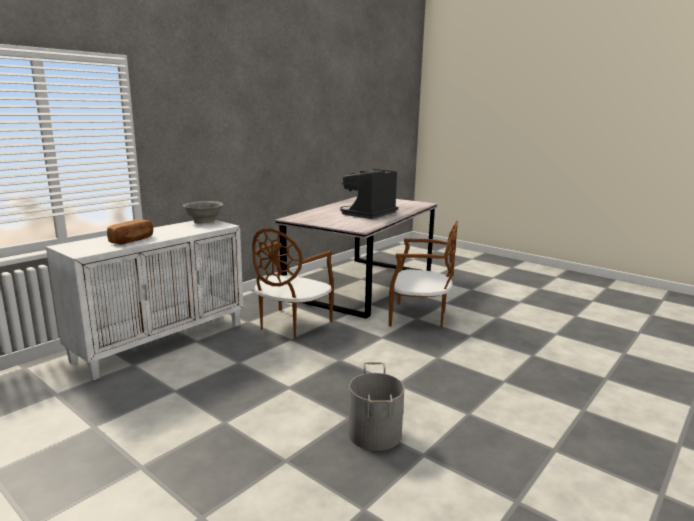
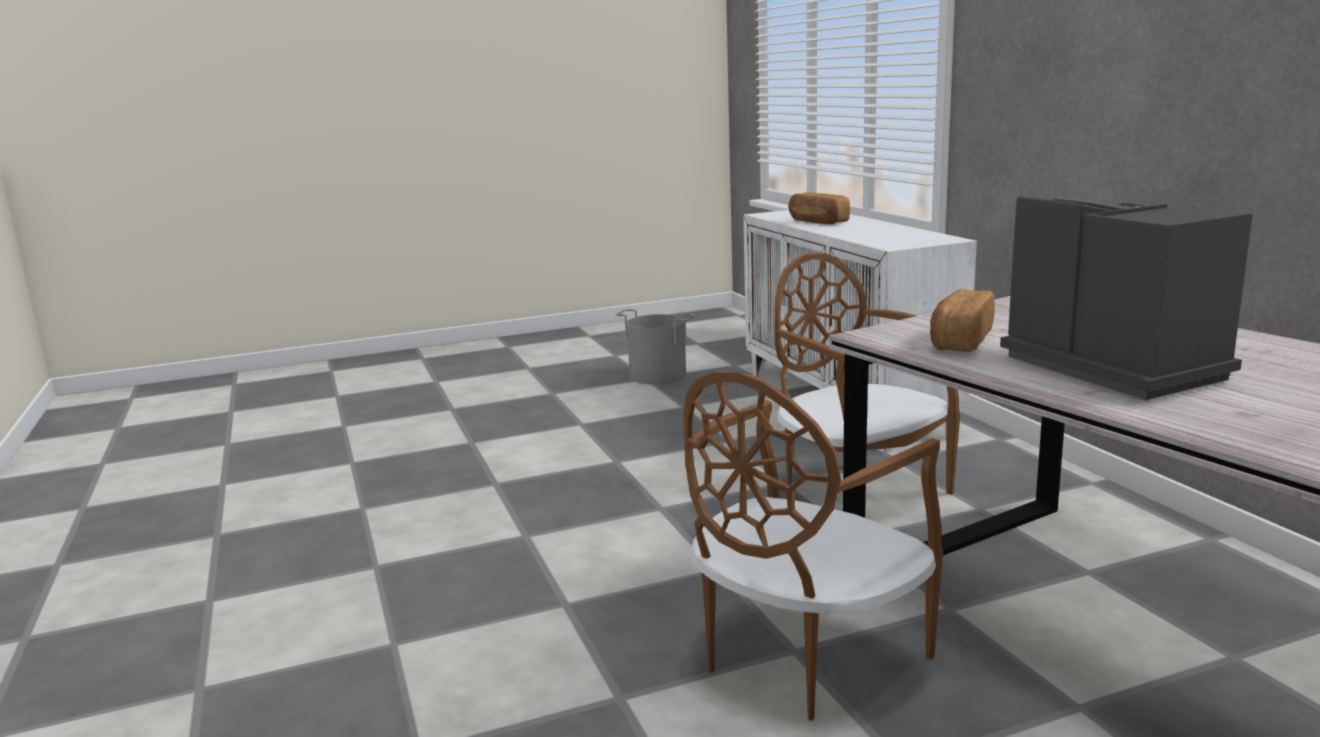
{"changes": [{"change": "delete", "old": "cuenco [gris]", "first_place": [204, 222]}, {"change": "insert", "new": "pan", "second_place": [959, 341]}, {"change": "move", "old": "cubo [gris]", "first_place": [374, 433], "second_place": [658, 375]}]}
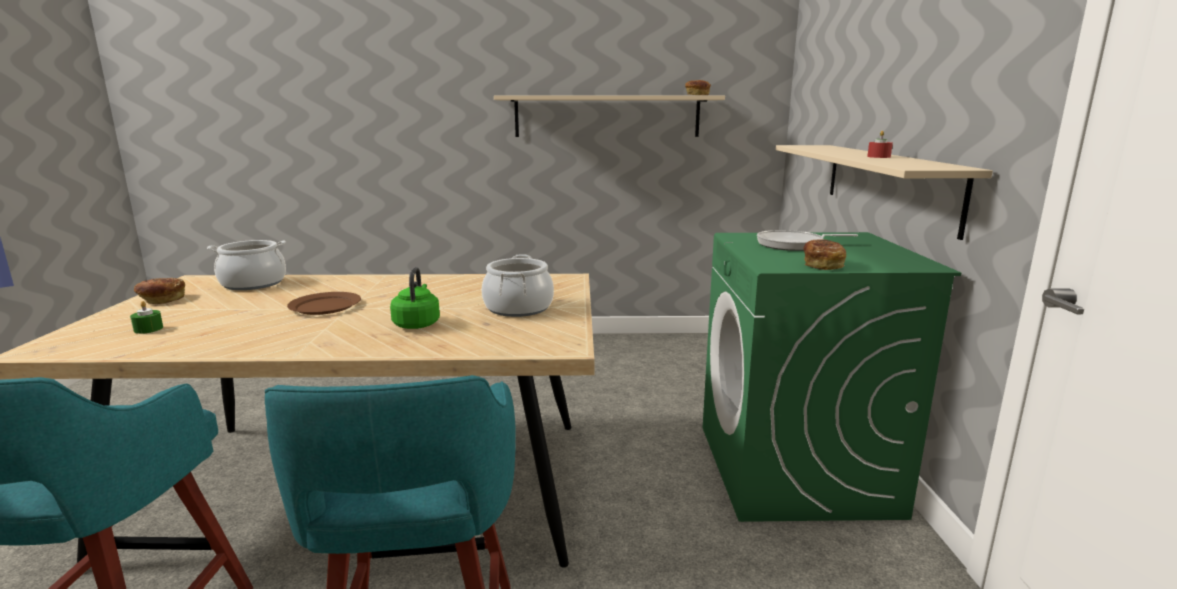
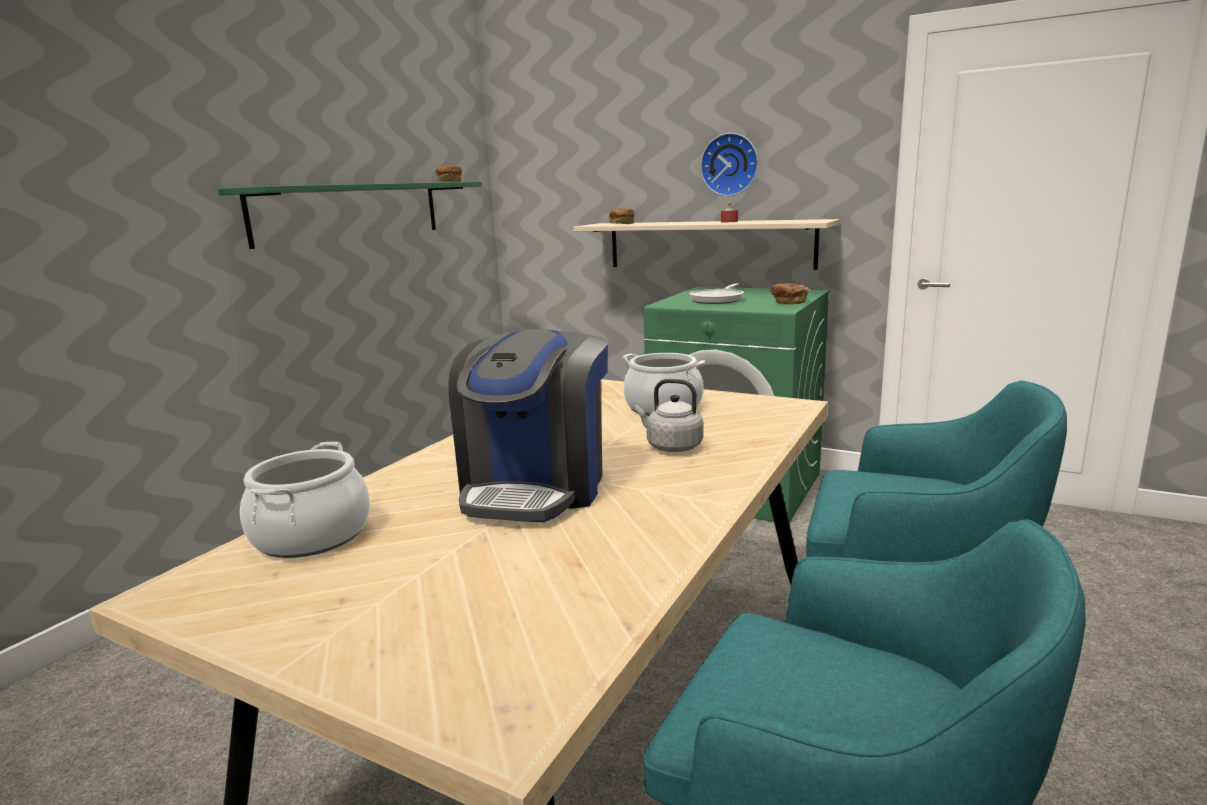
{"changes": [{"change": "delete", "old": "vela [verde]", "first_place": [148, 329]}, {"change": "insert", "new": "reloj de pared", "second_place": [730, 164]}, {"change": "move", "old": "pan", "first_place": [162, 300], "second_place": [622, 224]}, {"change": "replace", "old": "plato [marrón]", "new": "cafetera", "first_place": [325, 306], "second_place": [536, 486]}, {"change": "recolor", "old": "hervidor [verde]", "new": "hervidor [gris]", "first_place": [417, 324], "second_place": [671, 446]}, {"change": "recolor", "old": "estante [beis]", "new": "estante [verde]", "first_place": [607, 116], "second_place": [351, 212]}]}
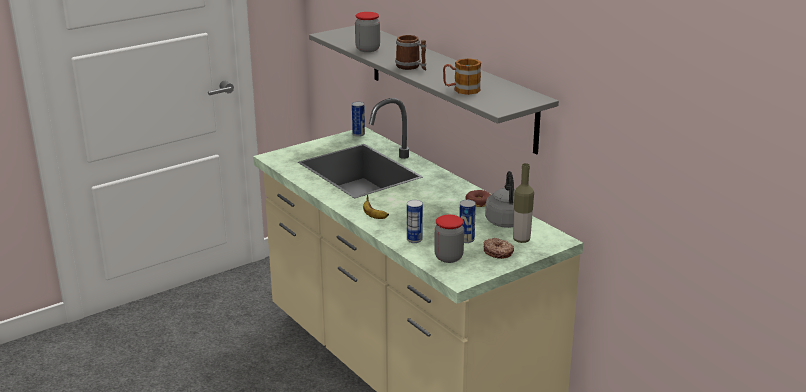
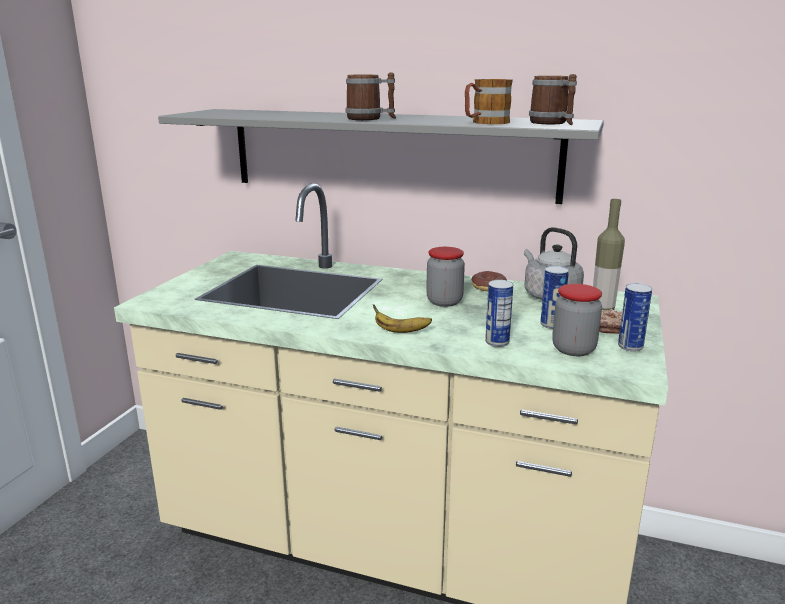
{"changes": [{"change": "insert", "new": "taza grande", "second_place": [552, 123]}, {"change": "move", "old": "lata", "first_place": [358, 134], "second_place": [630, 347]}, {"change": "move", "old": "tarro", "first_place": [367, 49], "second_place": [444, 301]}]}
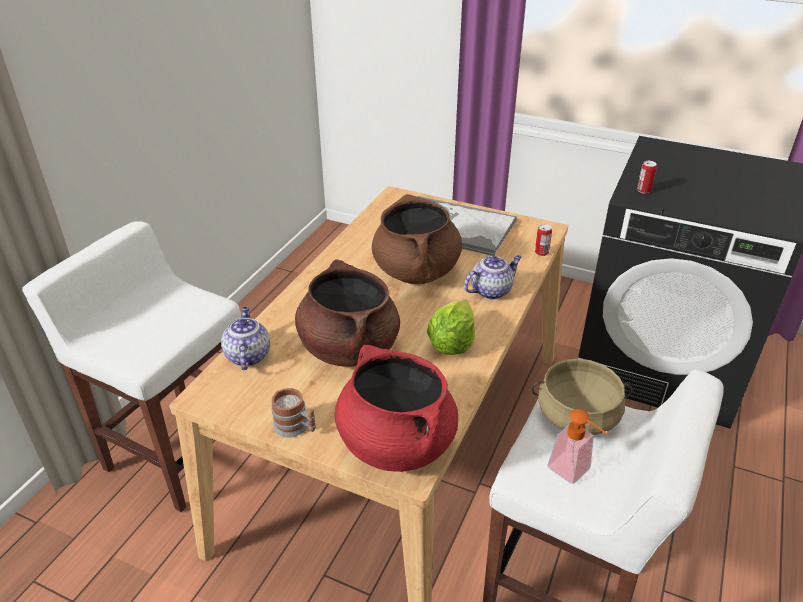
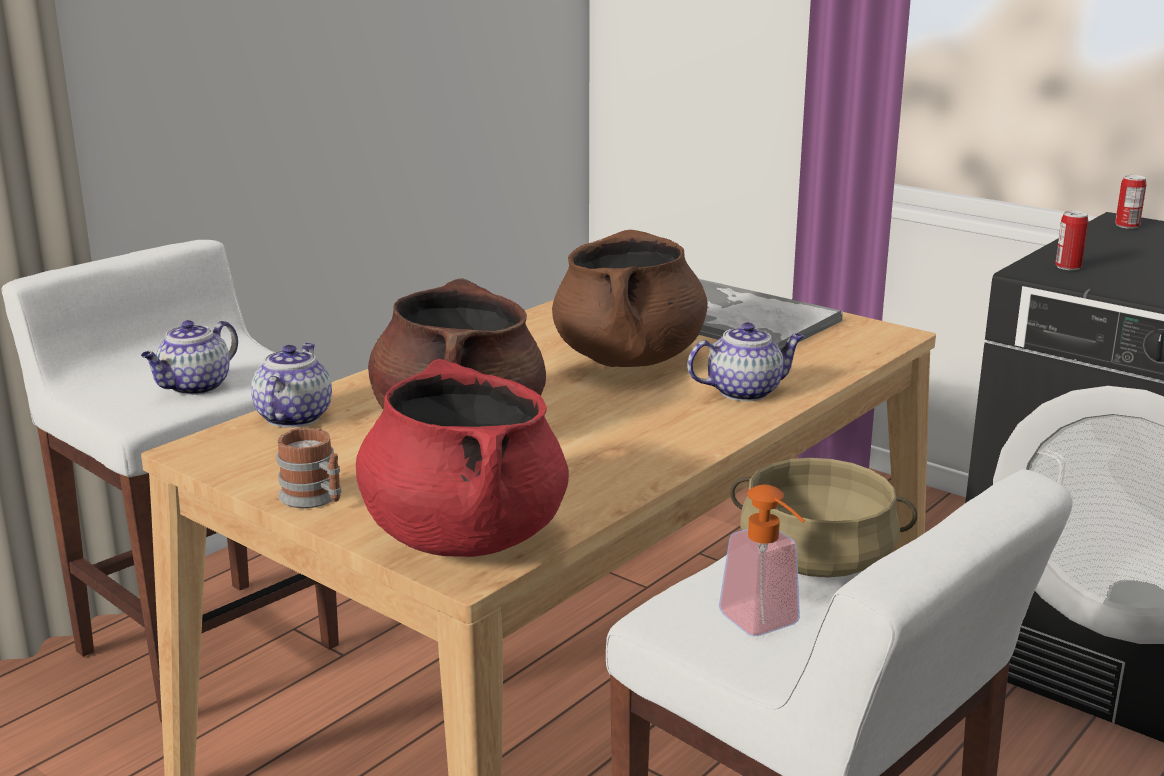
{"changes": [{"change": "delete", "old": "lechuga", "first_place": [451, 343]}, {"change": "insert", "new": "tetera", "second_place": [195, 387]}, {"change": "move", "old": "lata", "first_place": [541, 252], "second_place": [1127, 225]}]}
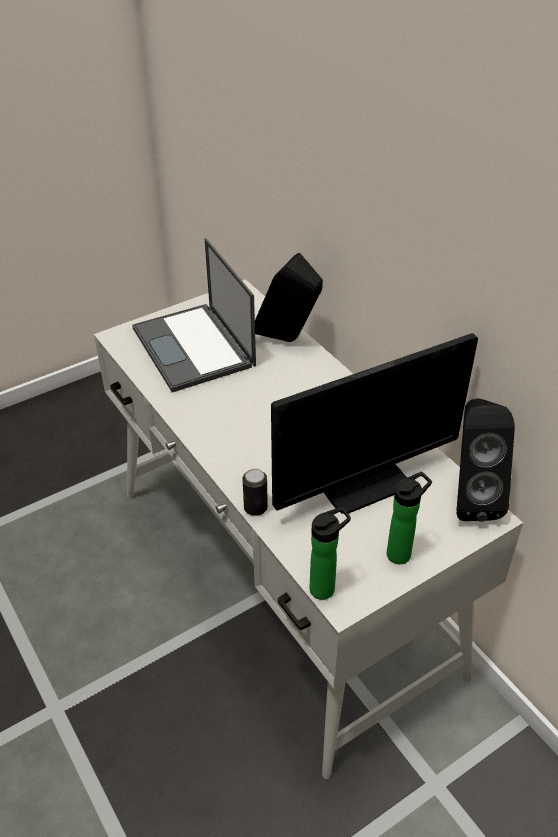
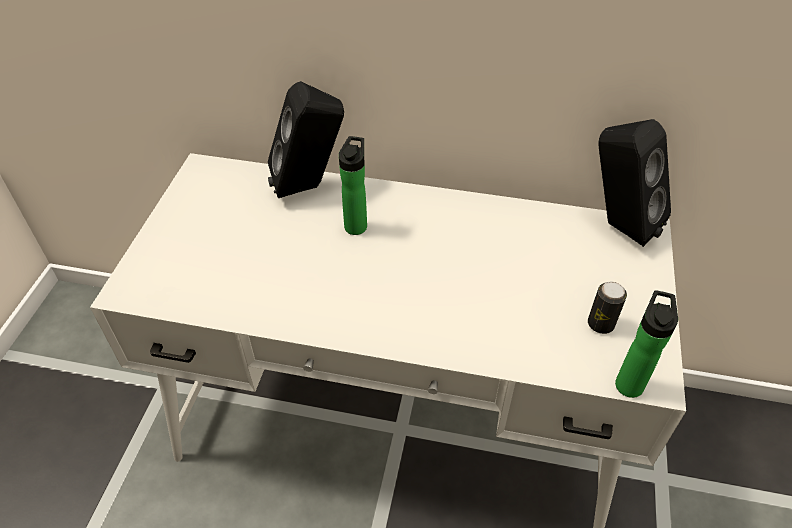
{"changes": [{"change": "delete", "old": "portátil", "first_place": [194, 348]}, {"change": "delete", "old": "monitor", "first_place": [363, 483]}, {"change": "move", "old": "lata", "first_place": [255, 508], "second_place": [600, 324]}, {"change": "move", "old": "botella", "first_place": [401, 553], "second_place": [356, 224]}]}
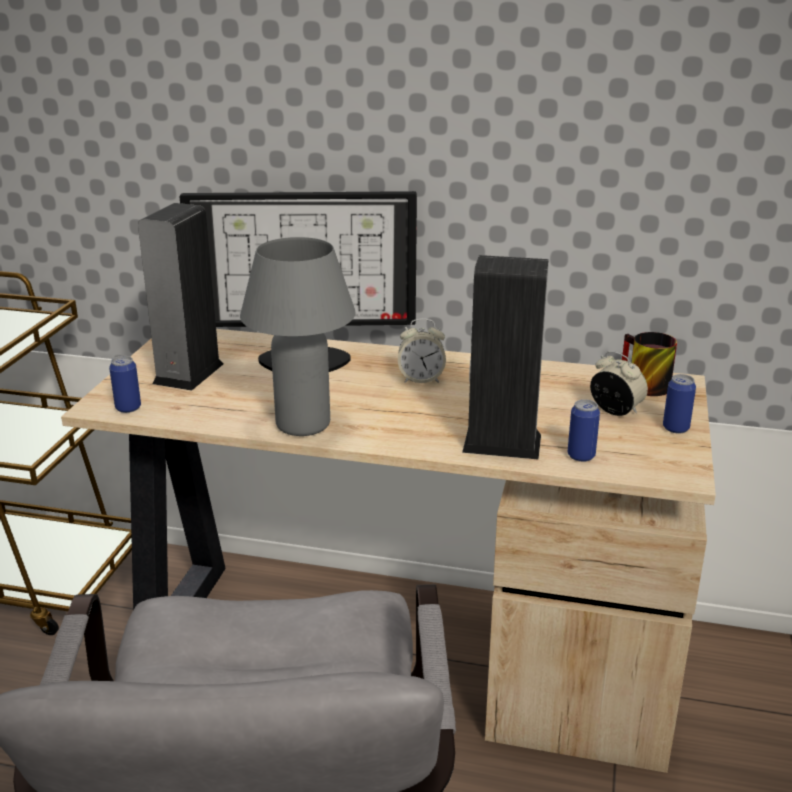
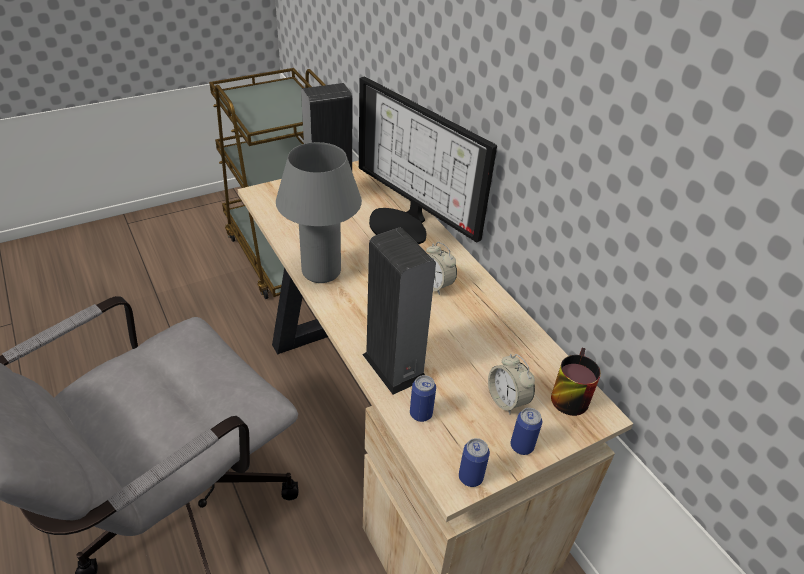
{"changes": [{"change": "move", "old": "lata", "first_place": [128, 408], "second_place": [470, 477]}, {"change": "rotate", "old": "despertador", "first_place": [615, 411], "second_place": [507, 400], "degrees": 150}]}
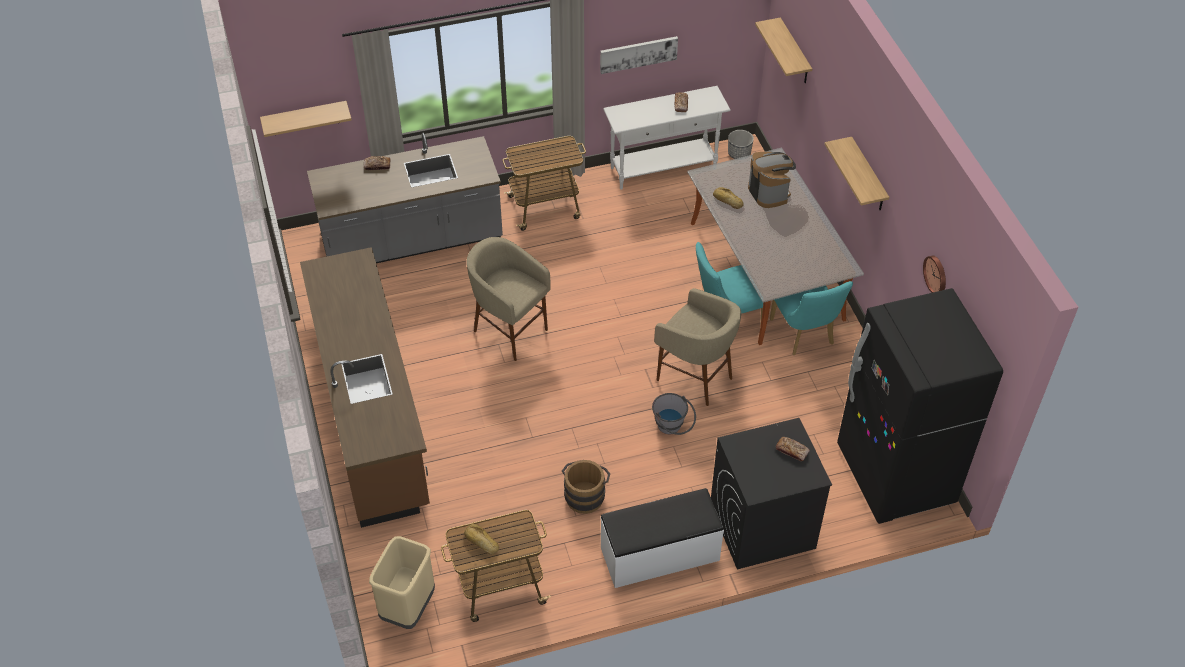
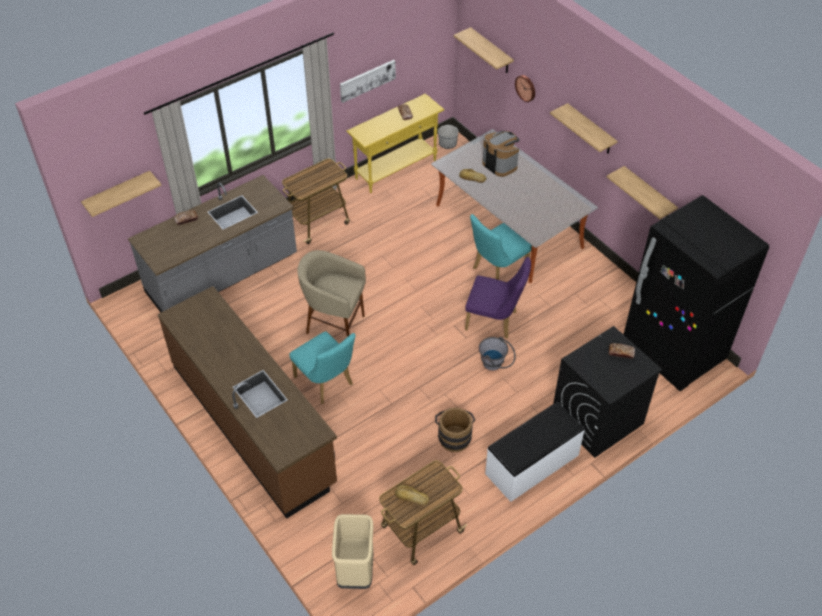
{"changes": [{"change": "insert", "new": "estante", "second_place": [648, 194]}, {"change": "move", "old": "silla [turquesa]", "first_place": [804, 335], "second_place": [326, 383]}, {"change": "move", "old": "reloj de pared", "first_place": [936, 274], "second_place": [526, 87]}, {"change": "replace", "old": "taburete [beis]", "new": "silla [morado]", "first_place": [695, 378], "second_place": [495, 321]}, {"change": "recolor", "old": "mesa consola [blanco]", "new": "mesa consola [amarillo]", "first_place": [664, 169], "second_place": [396, 169]}]}
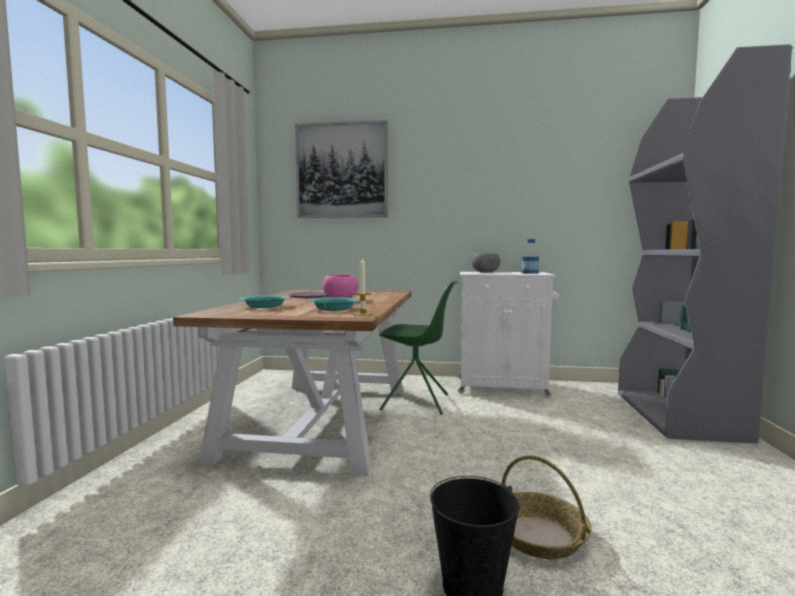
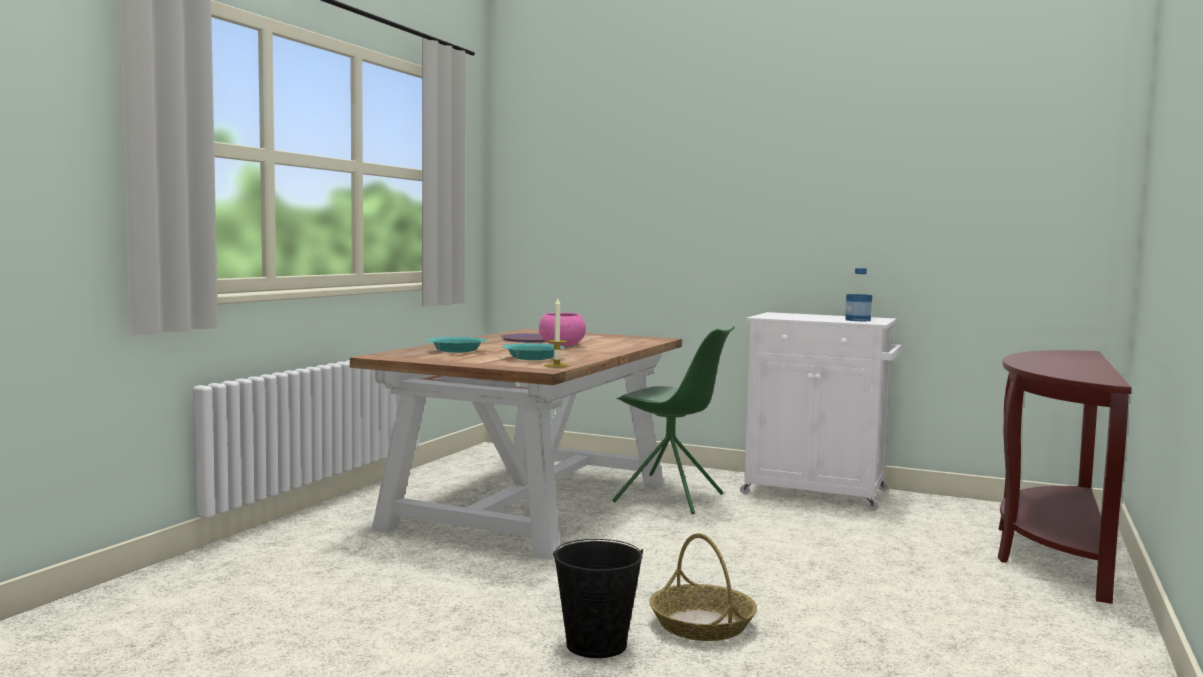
{"changes": [{"change": "delete", "old": "cuadro", "first_place": [342, 170]}, {"change": "delete", "old": "cuenco [gris]", "first_place": [485, 272]}, {"change": "replace", "old": "estantería [gris]", "new": "mesa consola [marrón]", "first_place": [679, 416], "second_place": [1052, 550]}]}
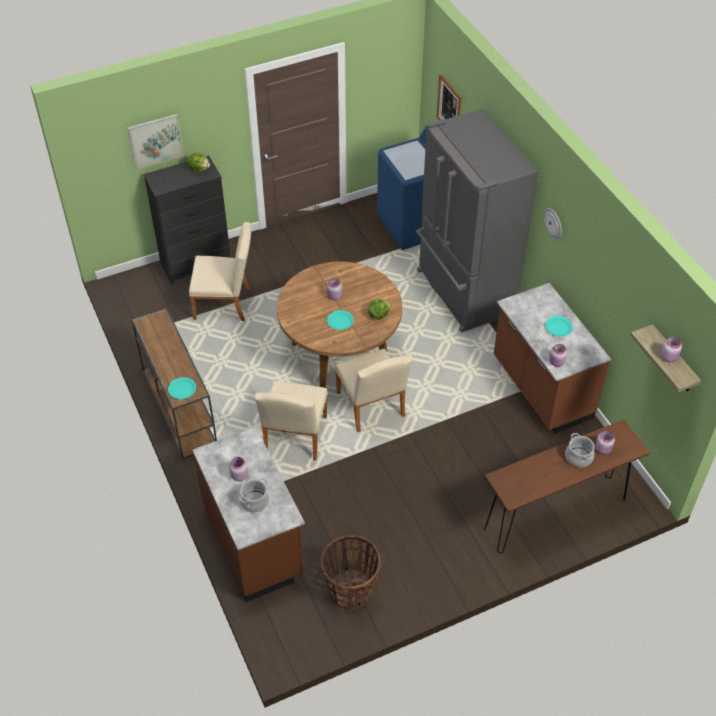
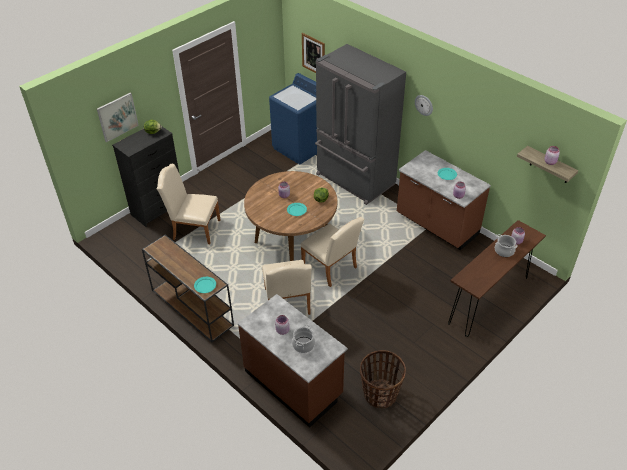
{"changes": [{"change": "rotate", "old": "silla [beis]", "first_place": [226, 303], "second_place": [193, 229], "degrees": -150}]}
